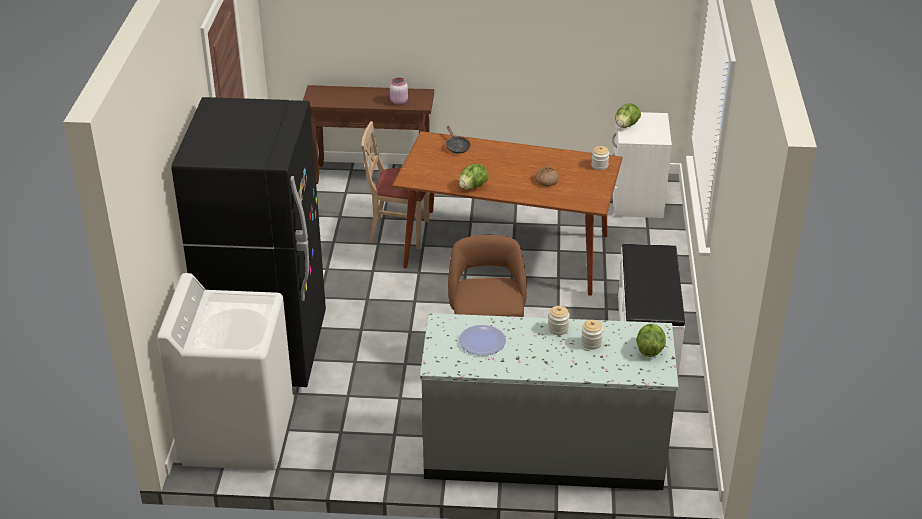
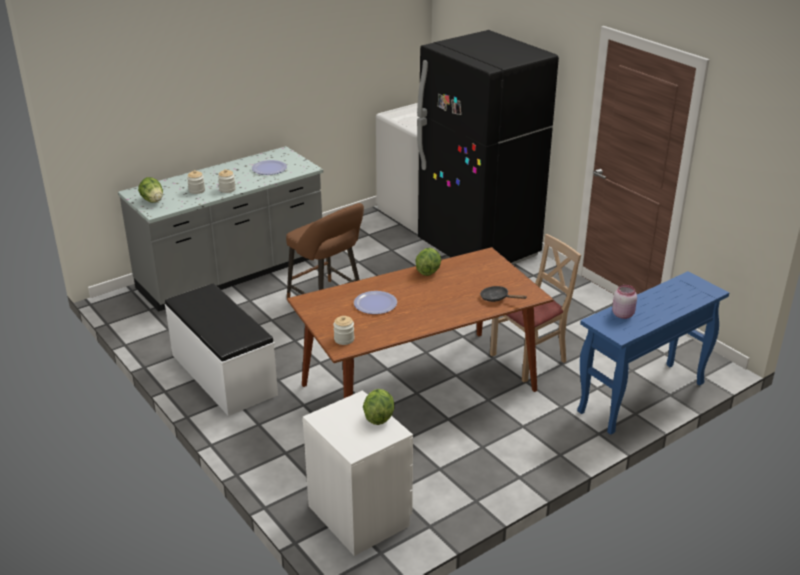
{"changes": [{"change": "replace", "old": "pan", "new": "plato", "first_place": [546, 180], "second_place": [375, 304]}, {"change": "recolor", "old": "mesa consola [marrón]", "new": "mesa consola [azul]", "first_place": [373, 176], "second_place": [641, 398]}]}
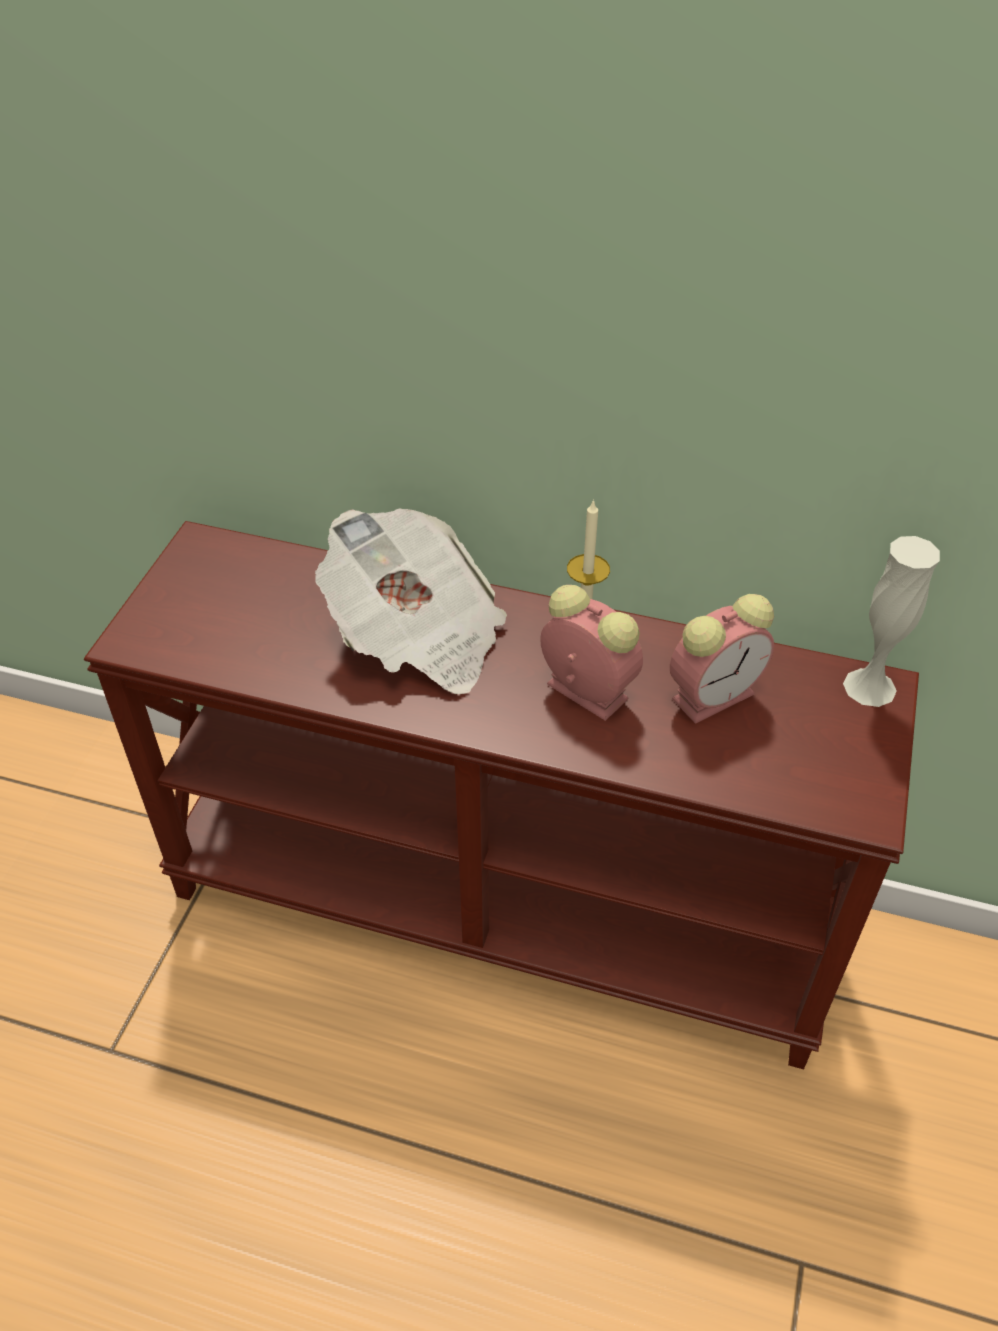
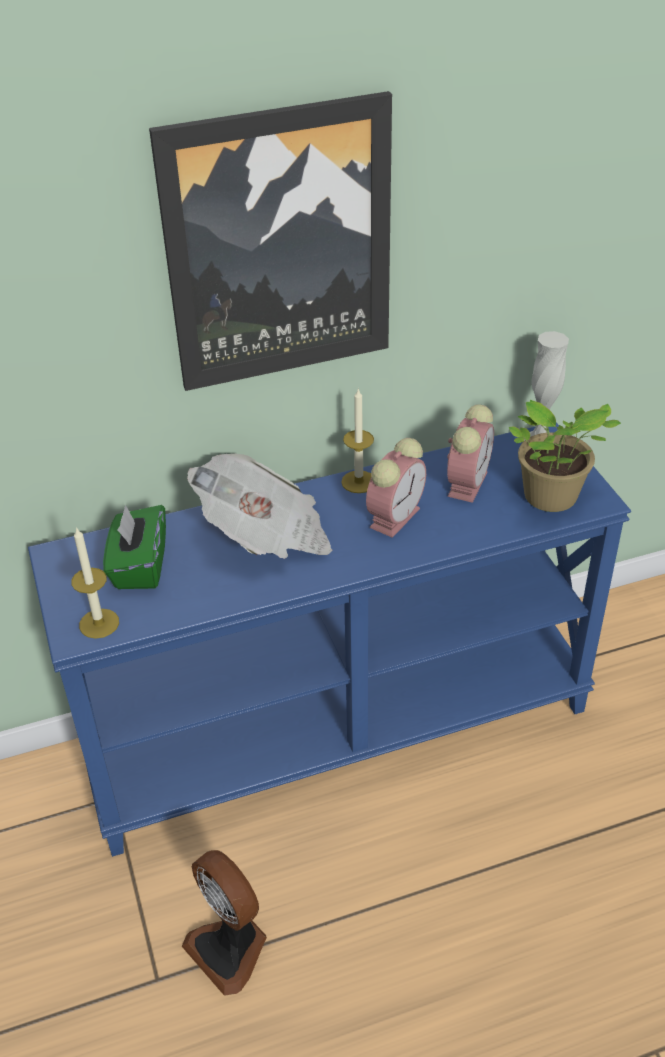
{"changes": [{"change": "insert", "new": "vela", "second_place": [99, 623]}, {"change": "insert", "new": "caja de pañuelos [verde]", "second_place": [139, 566]}, {"change": "insert", "new": "cuadro", "second_place": [278, 245]}, {"change": "insert", "new": "ventilador", "second_place": [230, 948]}, {"change": "insert", "new": "planta en maceta", "second_place": [551, 499]}, {"change": "recolor", "old": "mesa consola [marrón]", "new": "mesa consola [azul]", "first_place": [502, 902], "second_place": [338, 726]}, {"change": "rotate", "old": "despertador", "first_place": [584, 690], "second_place": [395, 516], "degrees": 120}]}
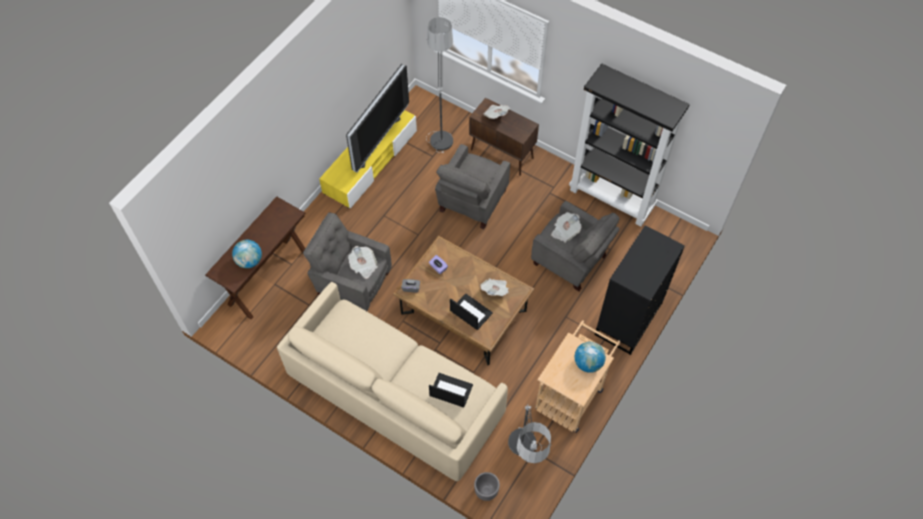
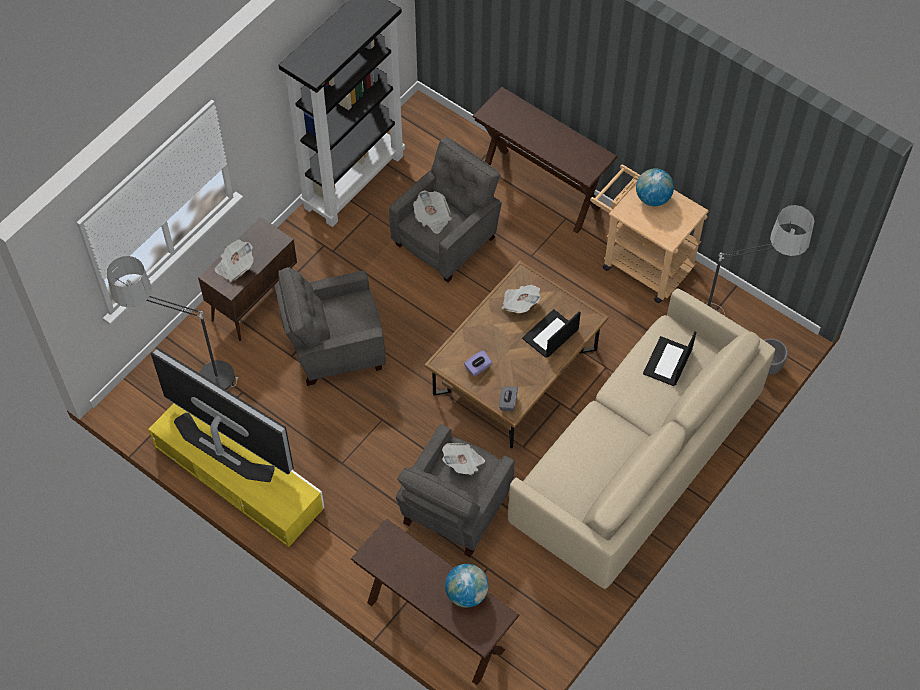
{"changes": [{"change": "replace", "old": "cómoda [negro]", "new": "mesa consola [marrón]", "first_place": [628, 319], "second_place": [540, 190]}, {"change": "rotate", "old": "sillón [gris]", "first_place": [471, 202], "second_place": [334, 347], "degrees": 135}]}
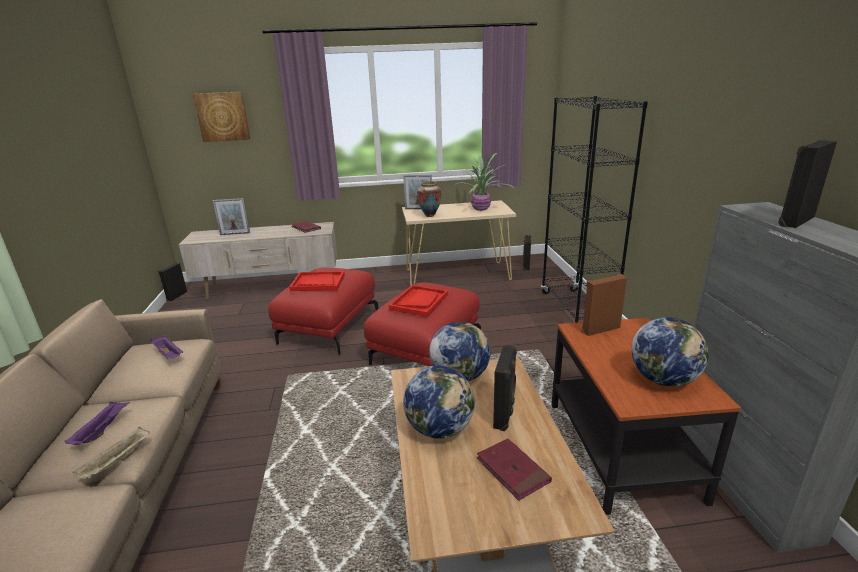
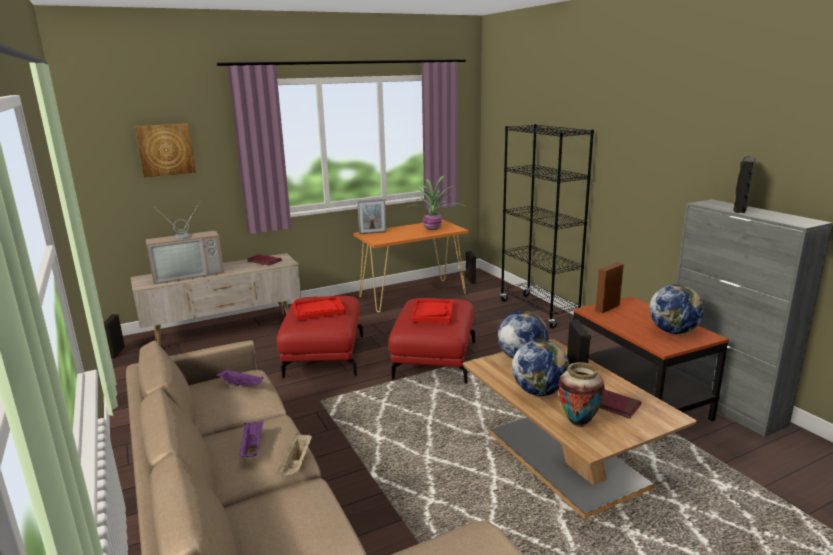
{"changes": [{"change": "move", "old": "florero", "first_place": [429, 216], "second_place": [578, 423]}, {"change": "replace", "old": "portarretratos", "new": "televisor", "first_place": [235, 234], "second_place": [188, 274]}, {"change": "recolor", "old": "mesa consola [beis]", "new": "mesa consola [naranja]", "first_place": [458, 275], "second_place": [413, 295]}]}
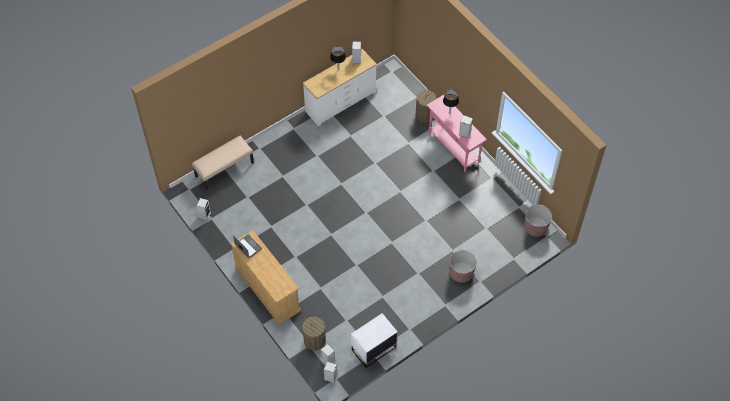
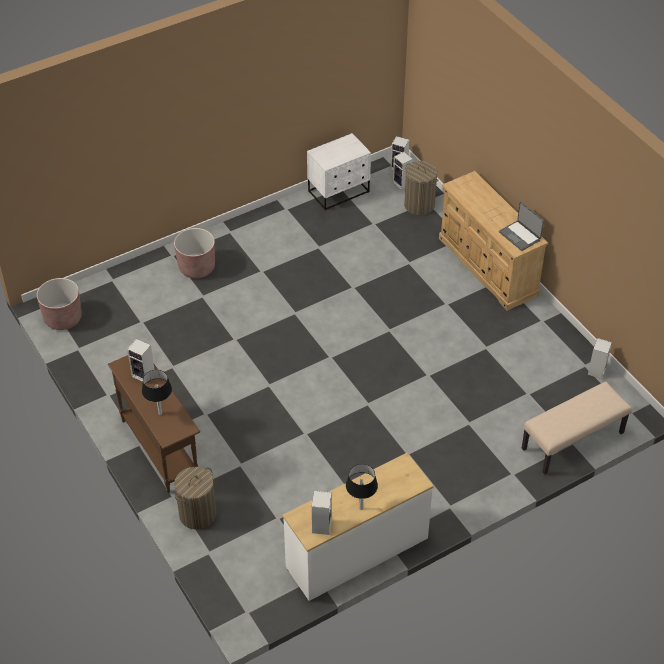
{"changes": [{"change": "recolor", "old": "mesa consola [rosa]", "new": "mesa consola [marrón]", "first_place": [453, 148], "second_place": [160, 448]}]}
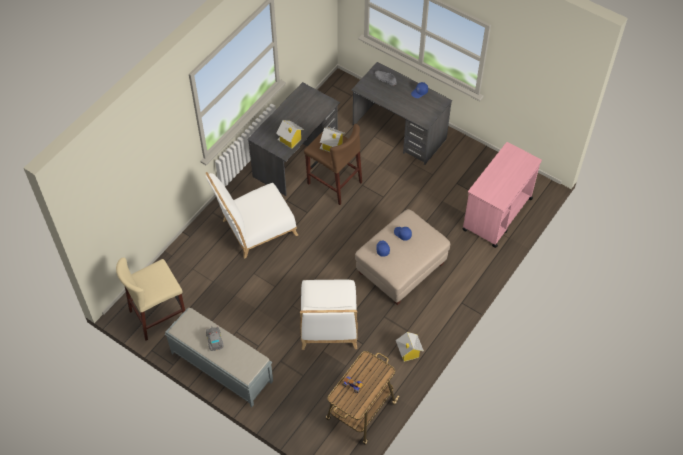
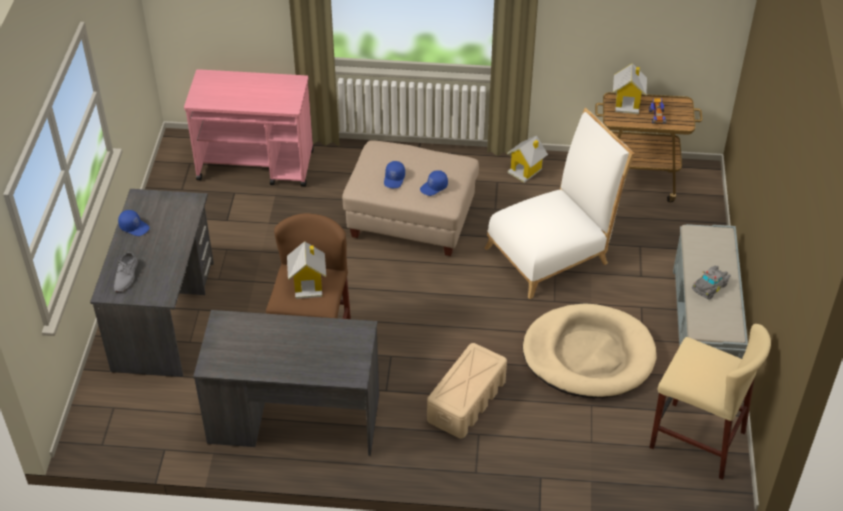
{"changes": [{"change": "insert", "new": "cama para perro [beis]", "second_place": [588, 355]}, {"change": "move", "old": "casita", "first_place": [290, 140], "second_place": [628, 103]}, {"change": "replace", "old": "silla [blanco]", "new": "caja de almacenaje [beis]", "first_place": [255, 229], "second_place": [466, 401]}]}
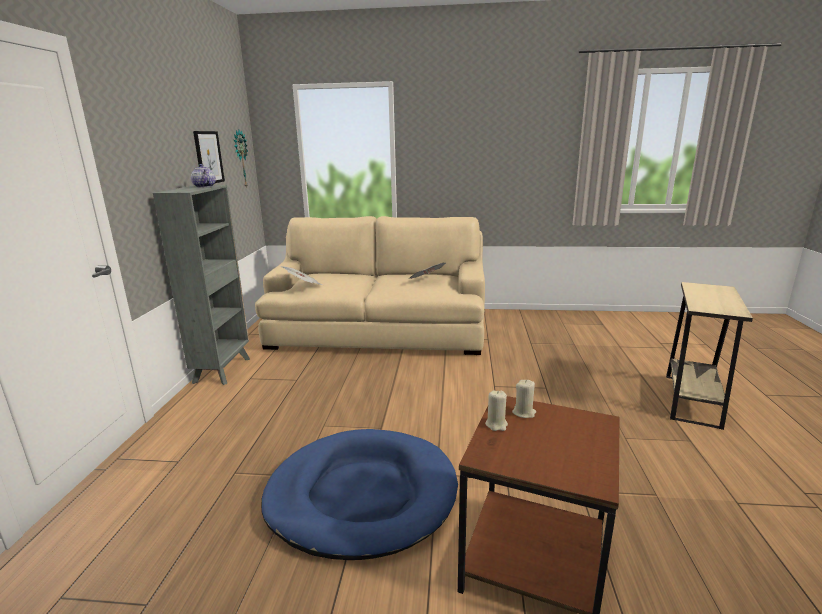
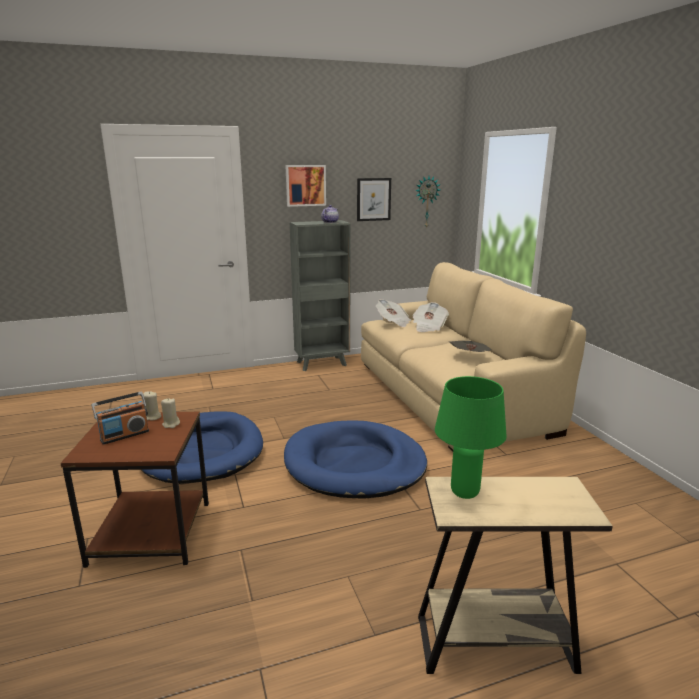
{"changes": [{"change": "insert", "new": "radio", "second_place": [124, 435]}, {"change": "insert", "new": "cama para perro [azul]", "second_place": [354, 464]}, {"change": "insert", "new": "cuadro", "second_place": [305, 185]}, {"change": "insert", "new": "periódico", "second_place": [428, 327]}, {"change": "insert", "new": "lámpara de mesa [verde]", "second_place": [465, 492]}]}
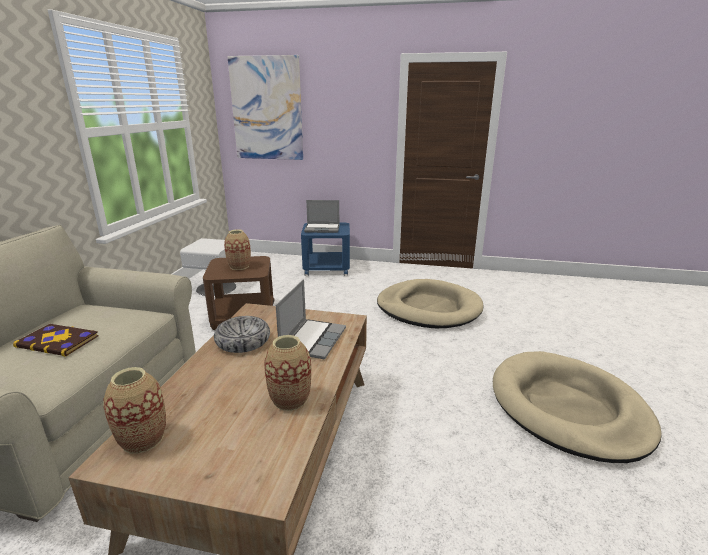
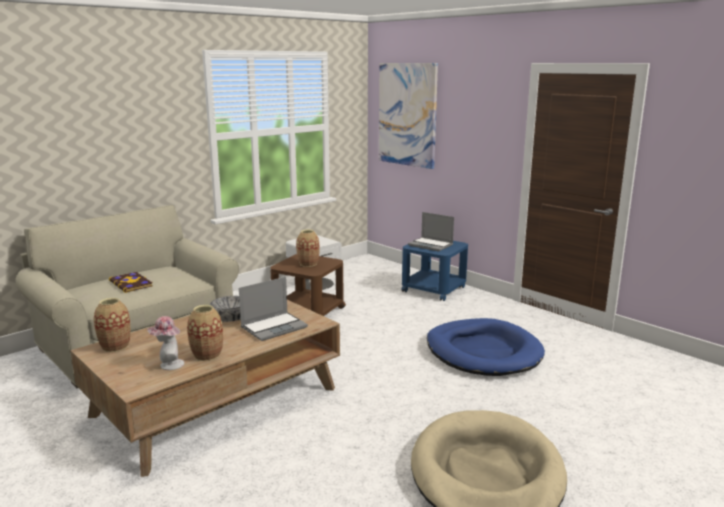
{"changes": [{"change": "insert", "new": "sombrero", "second_place": [168, 365]}, {"change": "recolor", "old": "cama para perro [beis]", "new": "cama para perro [azul]", "first_place": [428, 308], "second_place": [483, 352]}]}
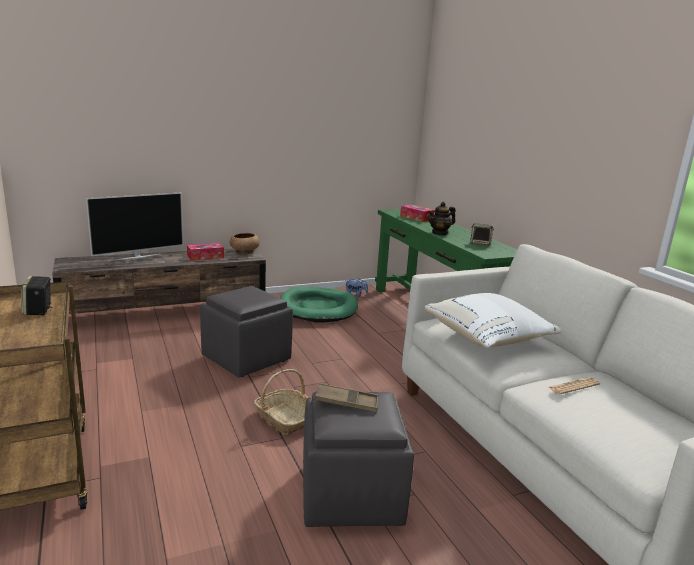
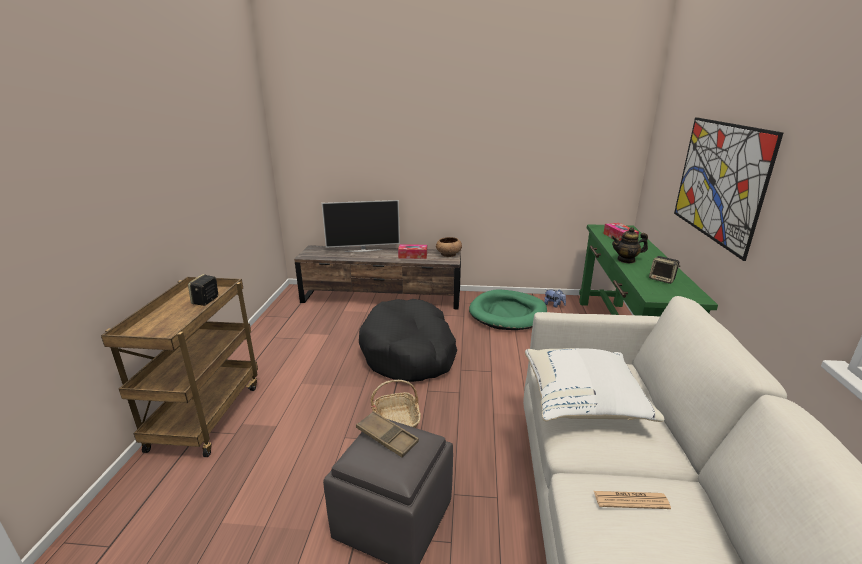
{"changes": [{"change": "insert", "new": "cuadro", "second_place": [718, 181]}, {"change": "replace", "old": "puf [gris]", "new": "cama para perro [negro]", "first_place": [245, 358], "second_place": [409, 352]}]}
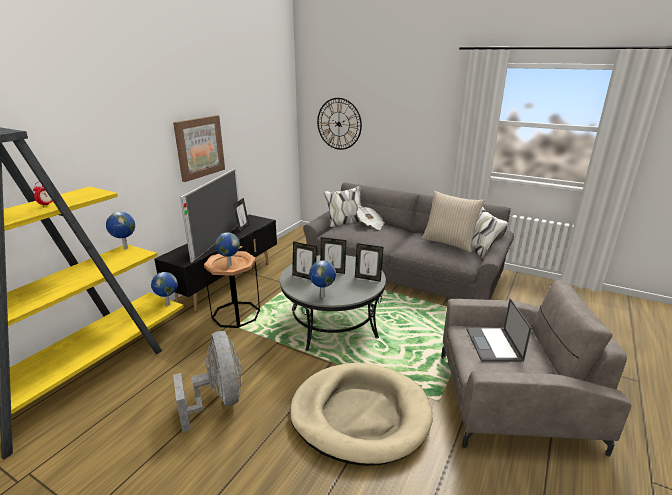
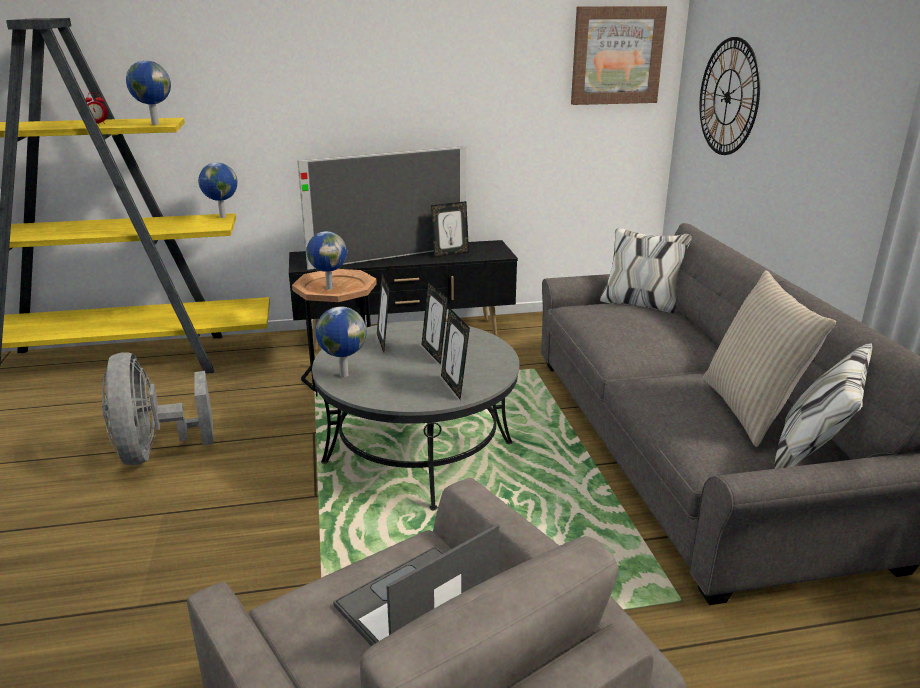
{"changes": [{"change": "delete", "old": "cama para perro [beis]", "first_place": [360, 415]}, {"change": "delete", "old": "periódico", "first_place": [370, 225]}, {"change": "move", "old": "globo terráqueo", "first_place": [167, 304], "second_place": [154, 124]}, {"change": "move", "old": "cuadro", "first_place": [199, 147], "second_place": [616, 55]}, {"change": "rotate", "old": "ventilador [gris]", "first_place": [219, 400], "second_place": [155, 451], "degrees": 135}]}
